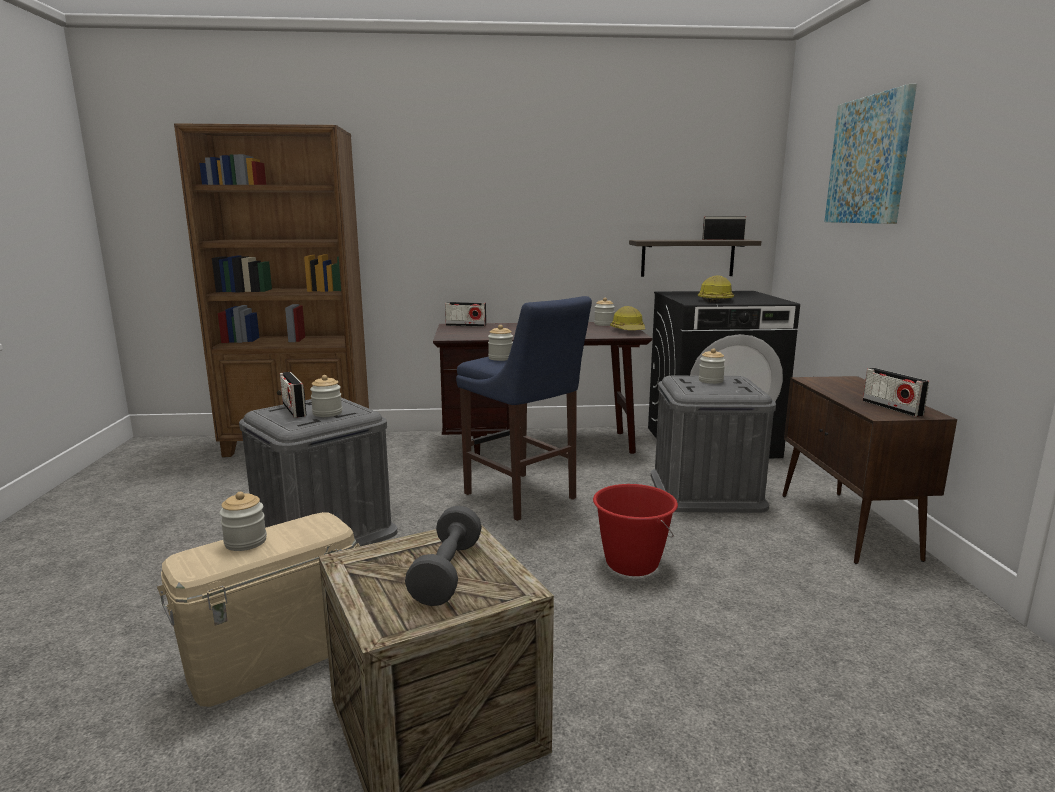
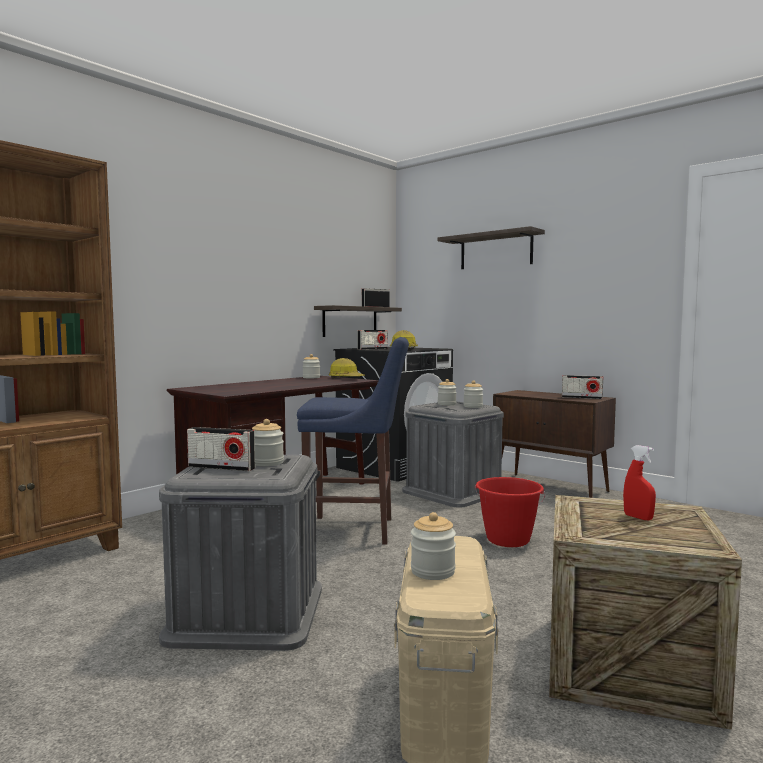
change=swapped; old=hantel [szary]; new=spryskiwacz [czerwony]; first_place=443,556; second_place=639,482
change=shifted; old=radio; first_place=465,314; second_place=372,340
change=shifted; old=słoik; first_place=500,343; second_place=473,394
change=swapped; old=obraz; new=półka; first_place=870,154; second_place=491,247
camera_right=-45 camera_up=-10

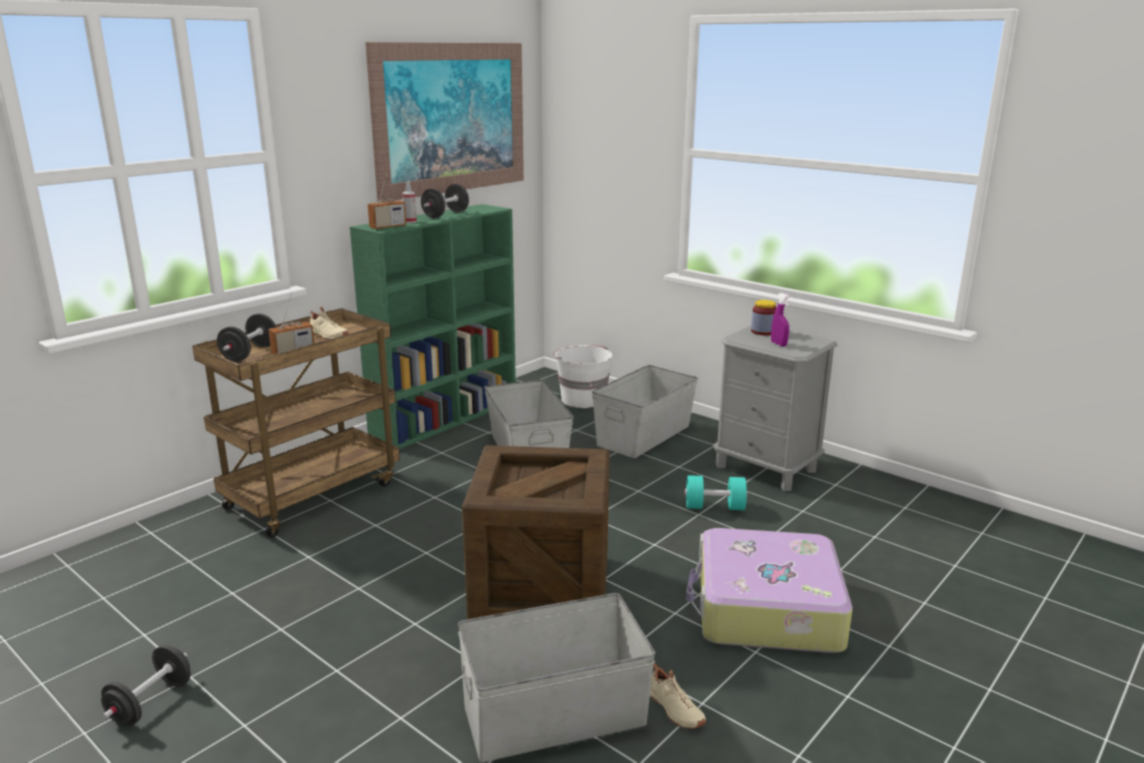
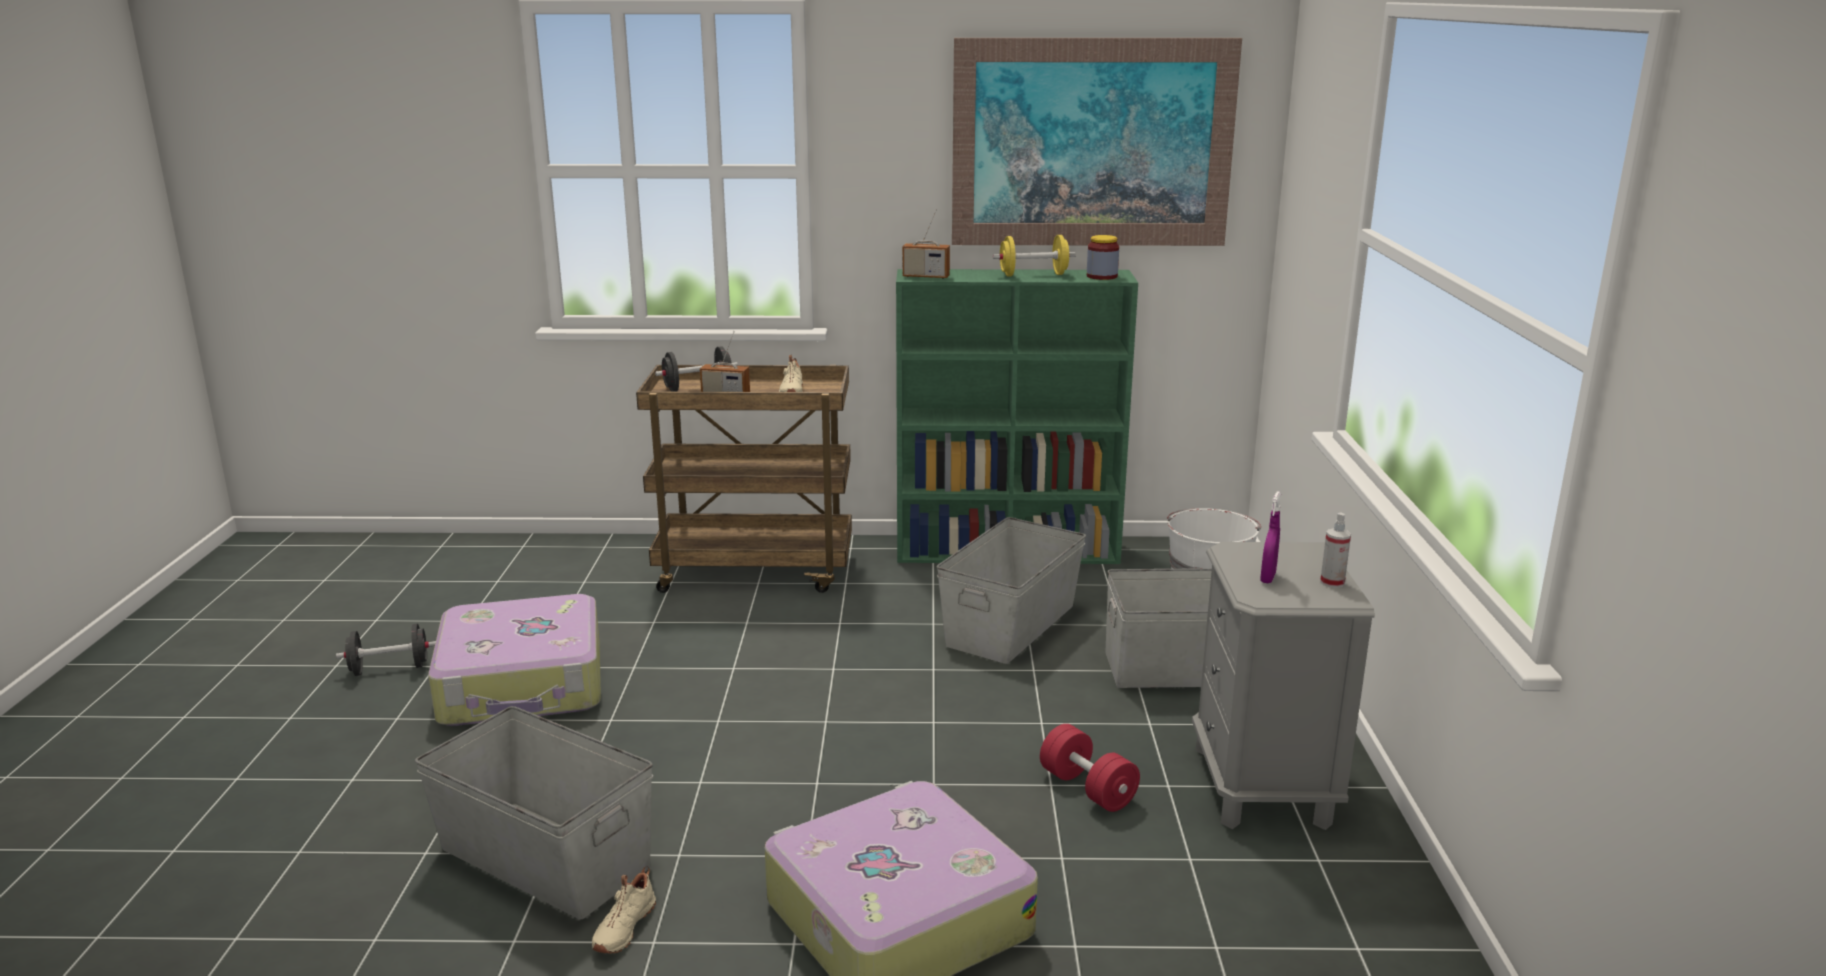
change=shifted; old=spryskiwacz; first_place=409,202; second_place=1335,550
change=repainted; old=hantel [czarny]; new=hantel [żółty]; first_place=445,201; second_place=1034,256
change=gone; old=skrzynka; first_place=536,532
change=repainted; old=hantel [turkusowy]; new=hantel [czerwony]; first_place=716,492; second_place=1090,768
change=shifted; old=słoik; first_place=763,317; second_place=1103,257
change=new; new=walizka; second_place=514,660
camera_right=50 camera_up=0

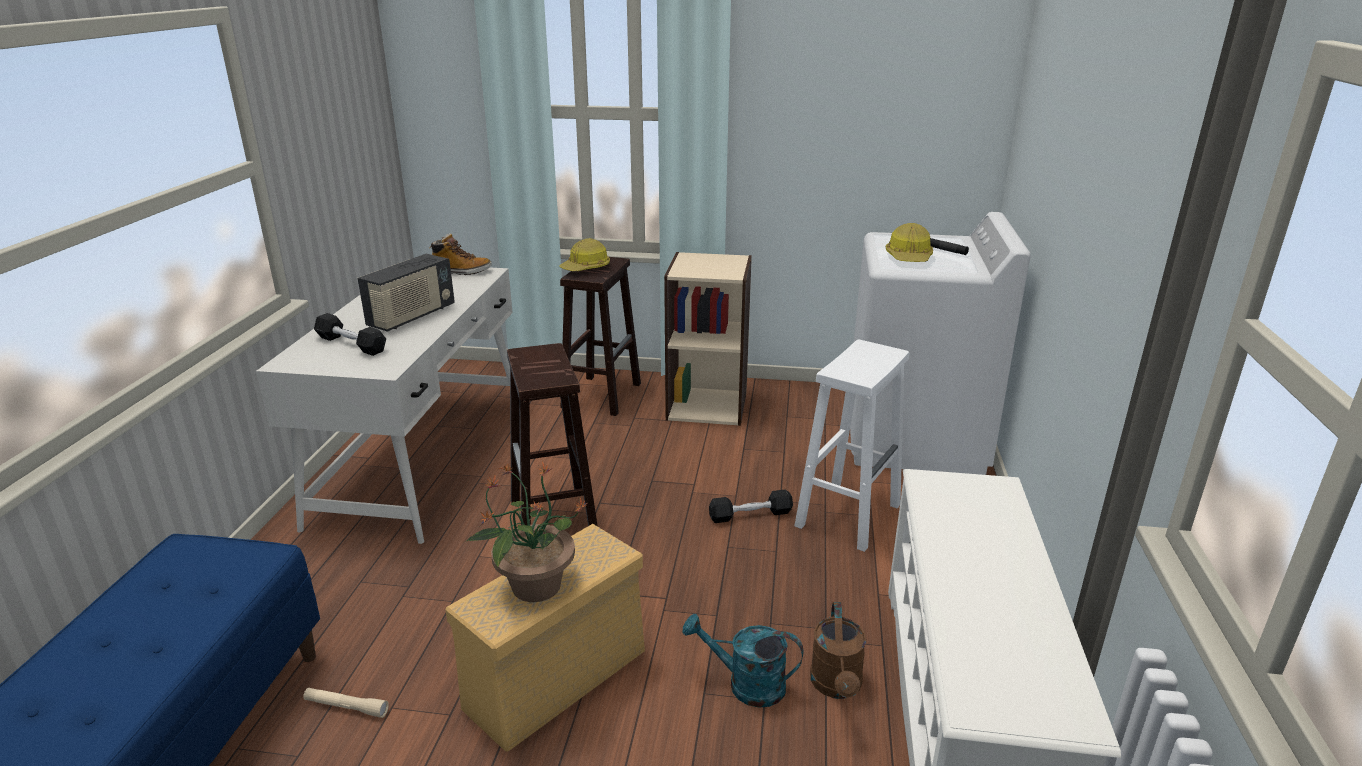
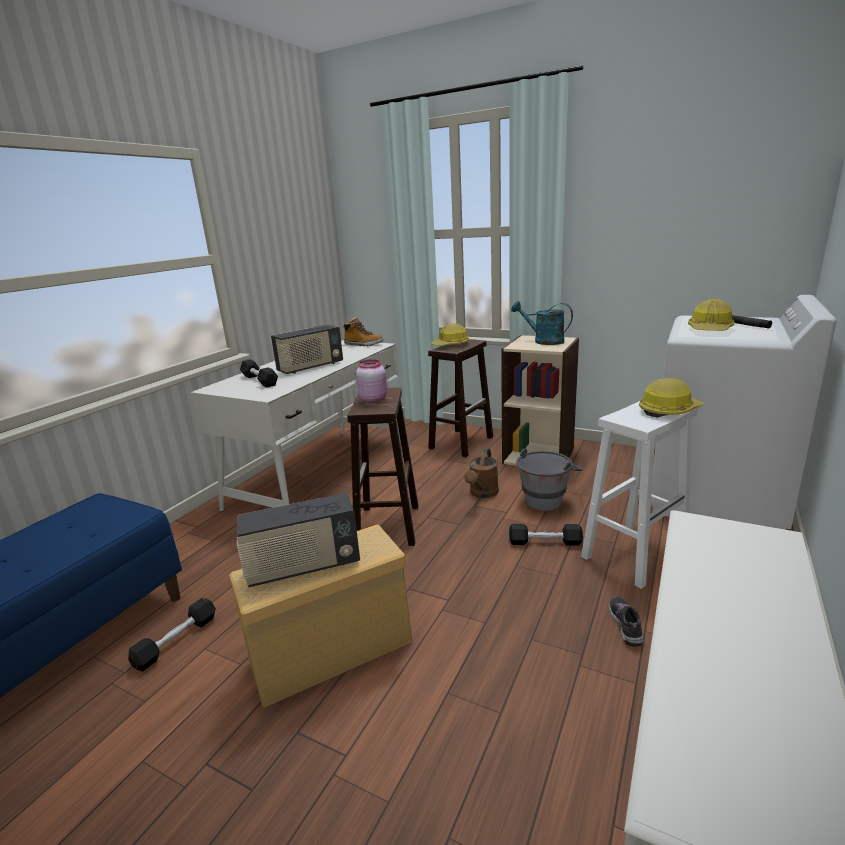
change=swapped; old=latarka [beżowy]; new=hantel [czarny]; first_place=346,703; second_place=172,634
change=swapped; old=roślina doniczkowa; new=radio; first_place=526,532; second_place=298,540
change=shifted; old=konewka [turkusowy]; first_place=743,661; second_place=542,323
change=shifted; old=konewka [brązowy]; first_place=838,650; second_place=481,473
change=new; new=słoik [różowy]; second_place=371,381
change=new; new=wiadro [szary]; second_place=549,480
change=new; new=but; second_place=626,621
change=new; new=kask; second_place=671,397
camera_right=20 camera_up=-5

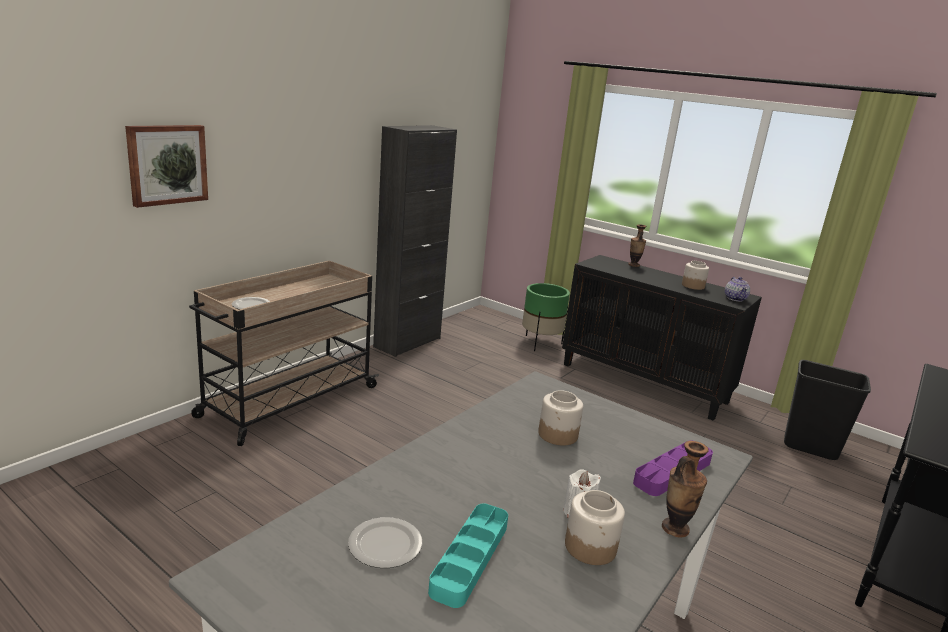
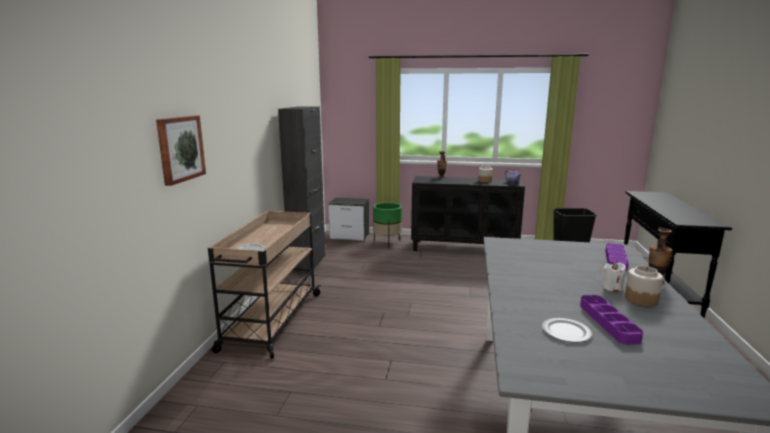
change=repainted; old=taca [turkusowy]; new=taca [fioletowy]; first_place=468,555; second_place=611,320
change=gone; old=słoik; first_place=560,418
change=new; new=szafka nocna; second_place=348,219
camera_right=-25 camera_up=-5

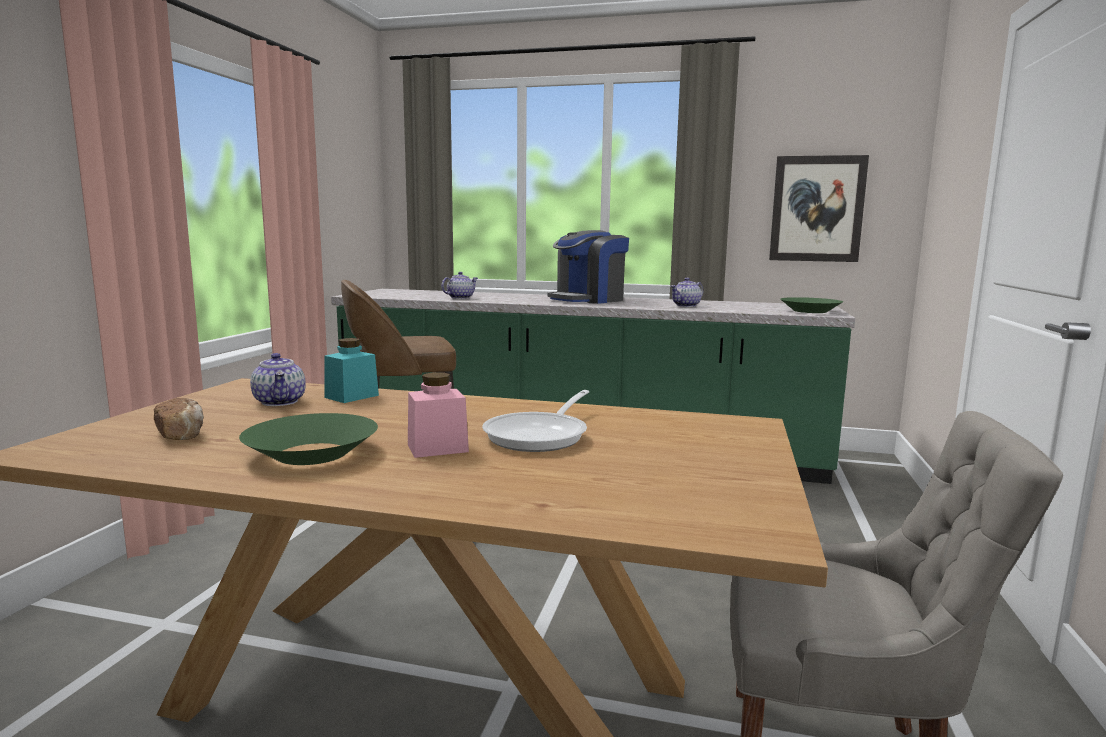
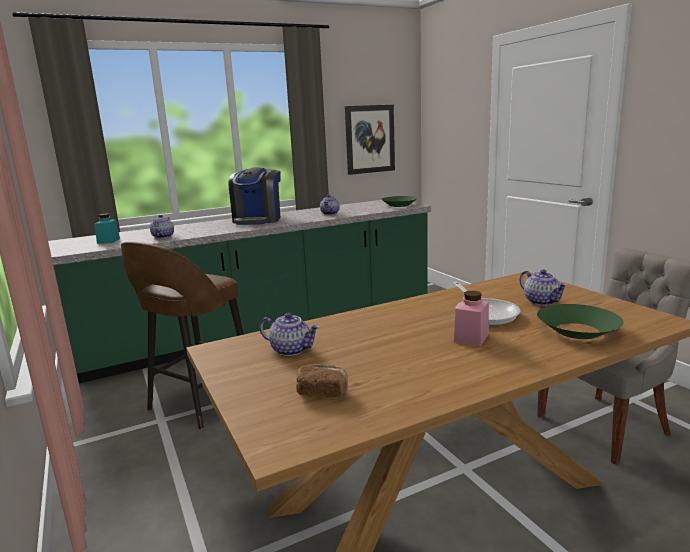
change=shifted; old=miska [zielony]; first_place=308,439; second_place=580,321
change=shifted; old=słoik [turkusowy]; first_place=351,370; second_place=107,228
change=new; new=imbryk; second_place=544,288
camera_right=-40 camera_up=5

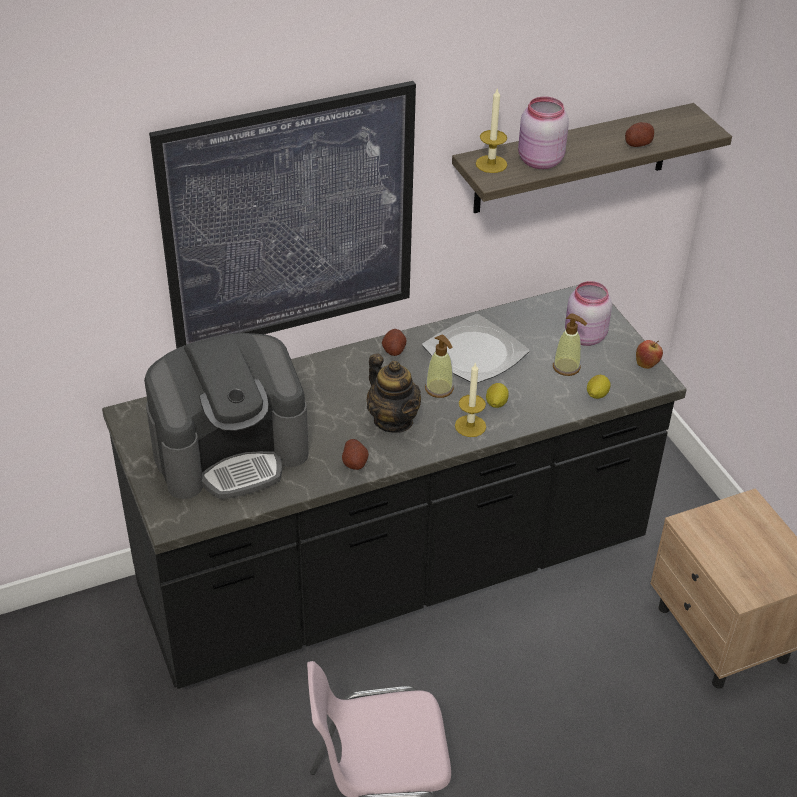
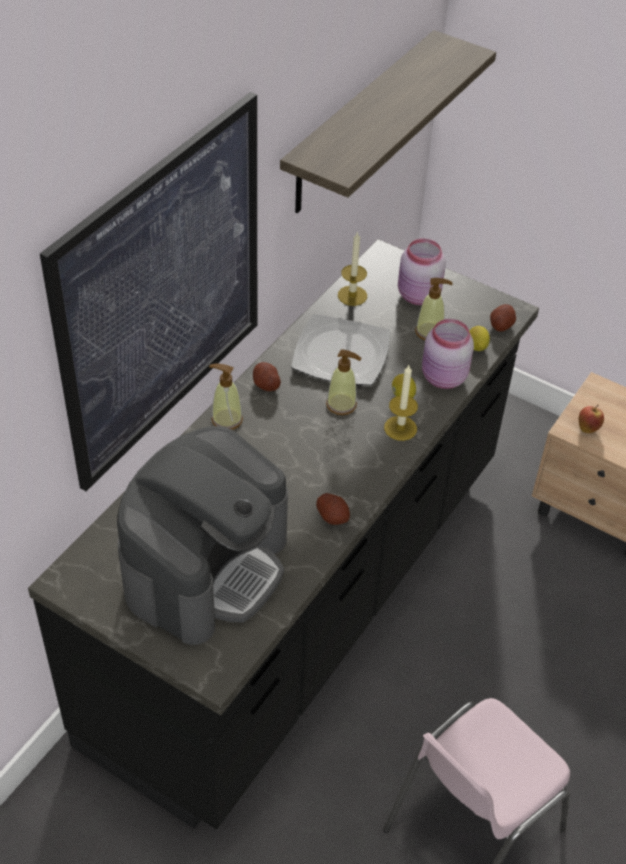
change=gone; old=imbryk; first_place=394,393
change=shifted; old=świeca; first_place=491,130; second_place=352,268
change=shifted; old=słoik [różowy]; first_place=543,133; second_place=448,354
change=shifted; old=ziemniak; first_place=639,134; second_place=503,318
change=shifted; old=jabłko; first_place=649,354; second_place=591,419
change=new; new=dozownik mydła; second_place=226,396
camera_right=-35 camera_up=5

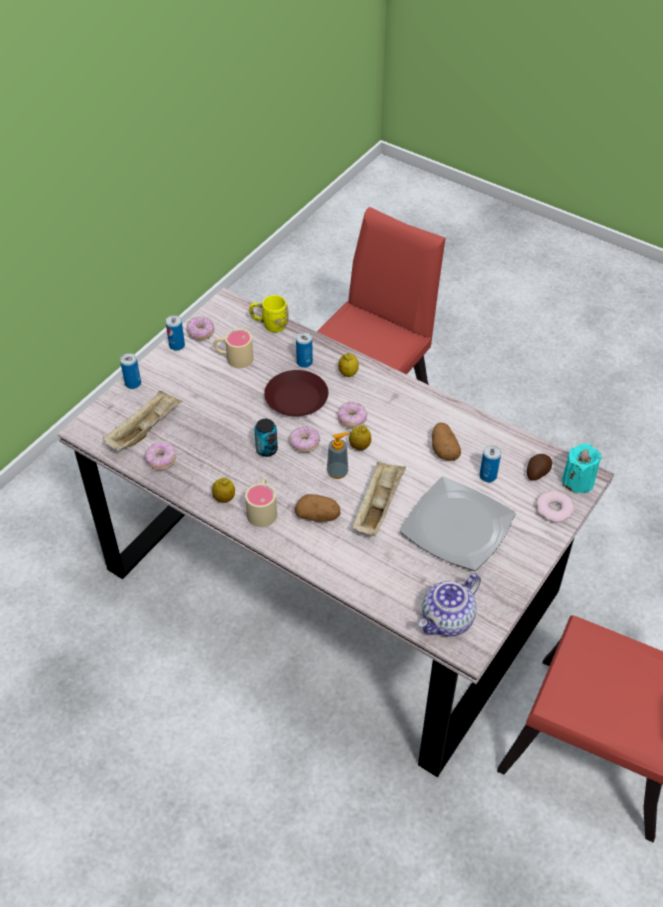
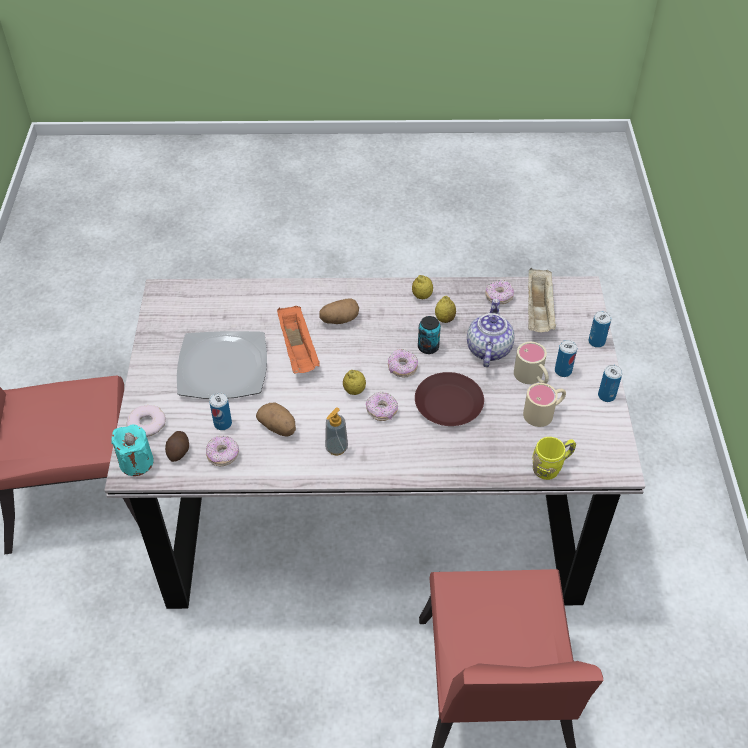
change=shifted; old=donut; first_place=200,328; second_place=222,451
change=shifted; old=kubek [beżowy]; first_place=261,502; second_place=531,363
change=shifted; old=puszka; first_place=304,350; second_place=566,358
change=shifted; old=dozownik mydła; first_place=338,455; second_place=336,431
change=shifted; old=cytryna; first_place=348,365; second_place=445,309
change=repainted; old=taca [beżowy]; new=taca [pomarańczowy]; first_place=379,499; second_place=298,339
change=shifted; old=imbryk; first_place=449,604; second_place=490,333
camera_right=145 camera_up=0

